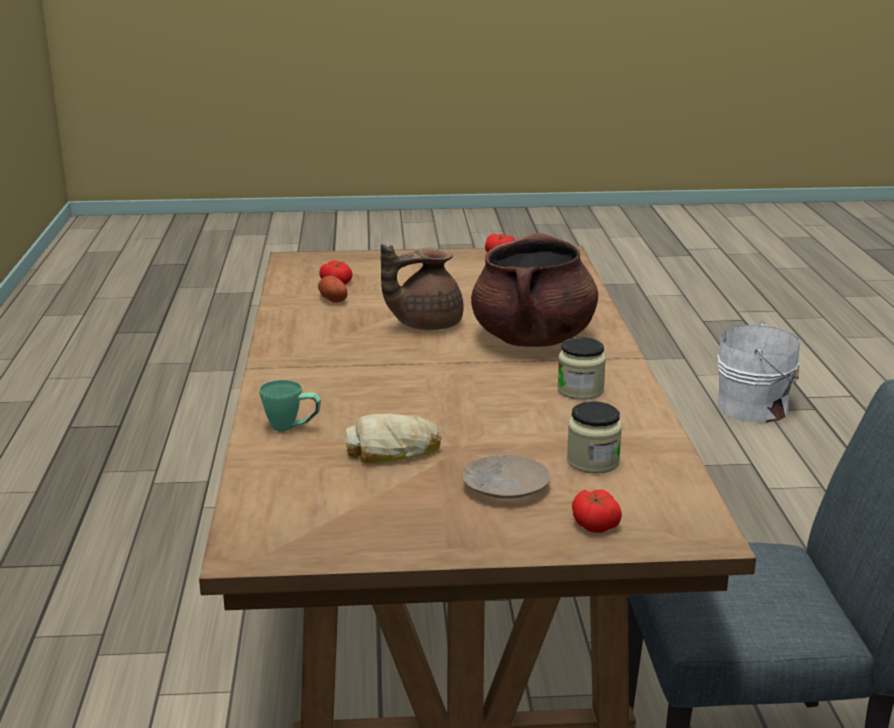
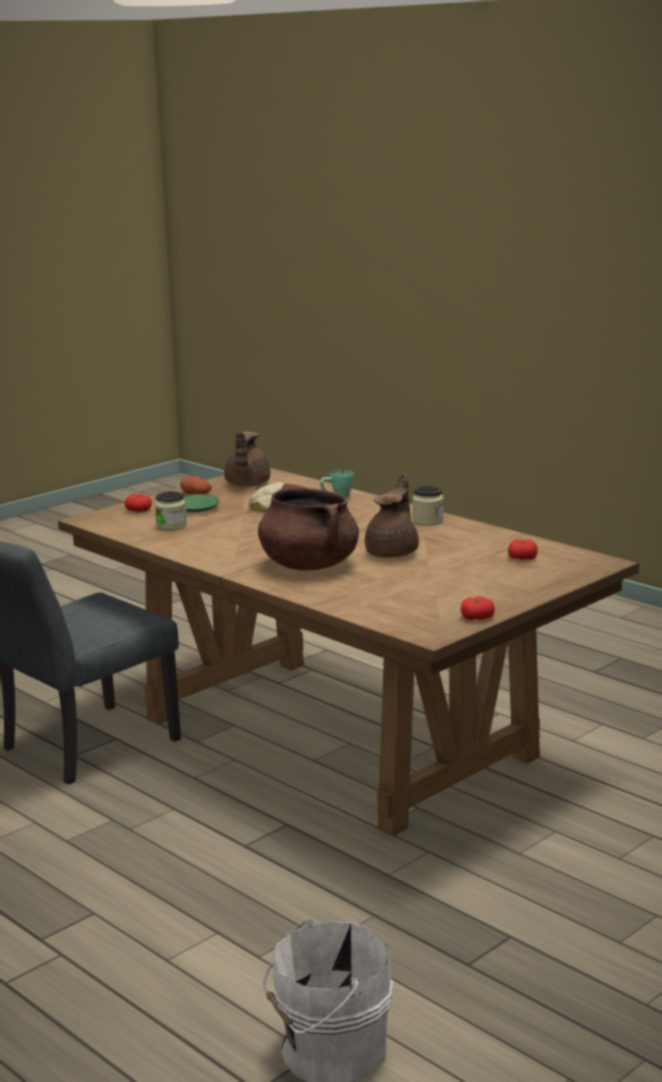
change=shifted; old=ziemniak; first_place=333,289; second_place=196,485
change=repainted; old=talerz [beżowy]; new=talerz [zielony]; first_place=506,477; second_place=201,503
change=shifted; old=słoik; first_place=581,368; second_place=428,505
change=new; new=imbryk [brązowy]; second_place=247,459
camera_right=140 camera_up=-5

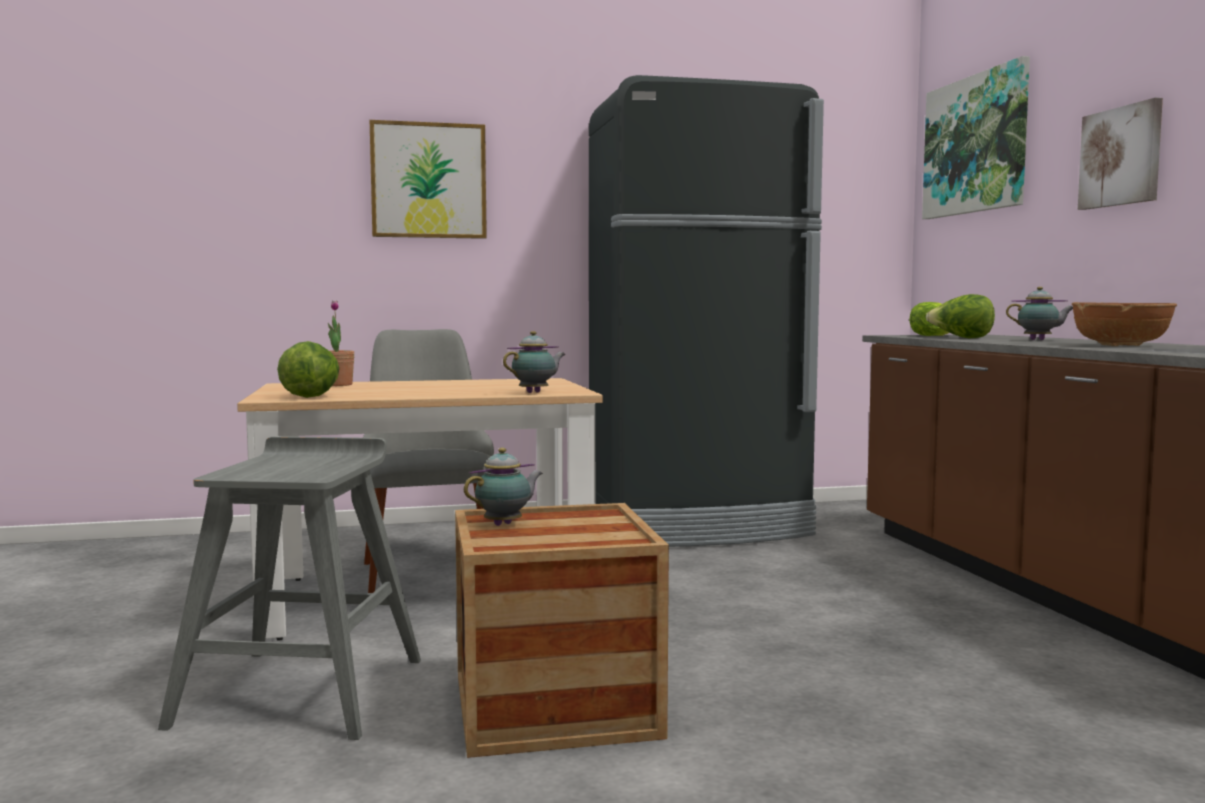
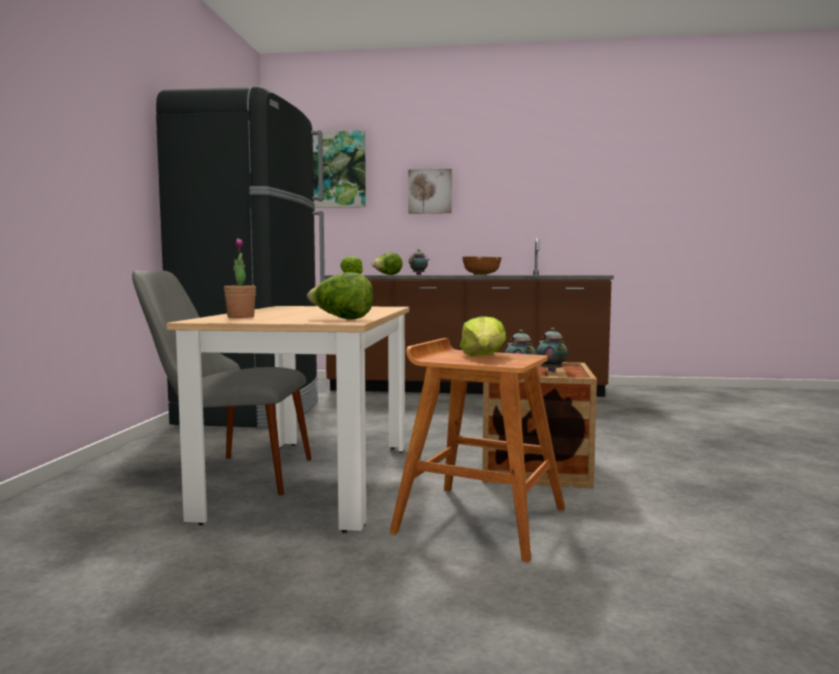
change=repainted; old=stołek [szary]; new=stołek [brązowy]; first_place=289,588; second_place=477,450
change=gone; old=obraz; first_place=428,179
change=shifted; old=imbryk; first_place=534,362; second_place=552,350
change=new; new=sałata; second_place=483,336
camera_right=-70 camera_up=0

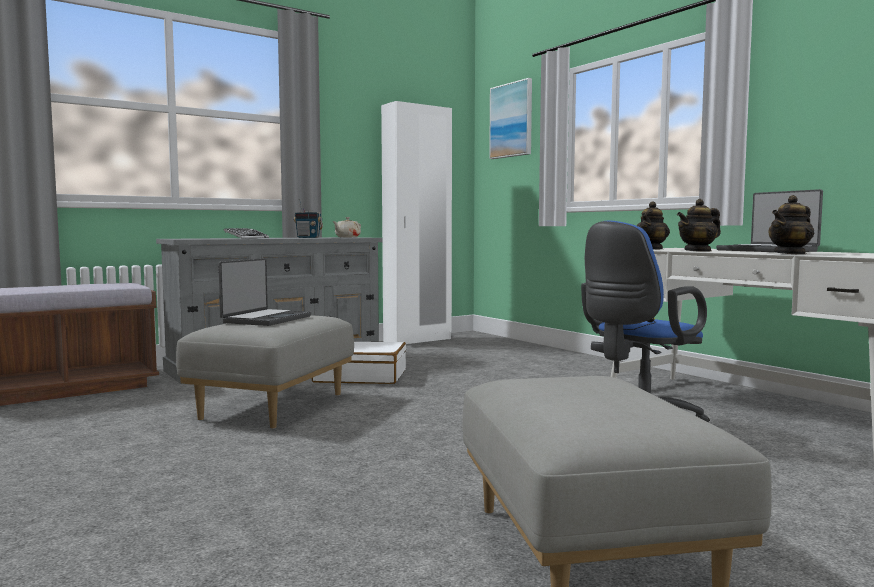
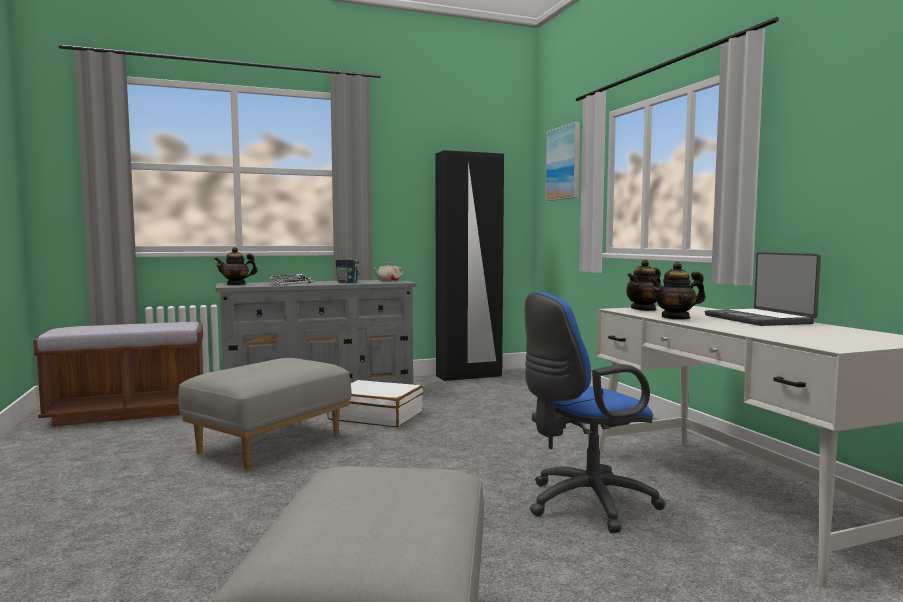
change=gone; old=laptop; first_place=264,292
change=repainted; old=szafa [biały]; new=szafa [czarny]; first_place=416,222; second_place=469,265
change=shifted; old=imbryk; first_place=791,224; second_place=236,266
camera_right=15 camera_up=0

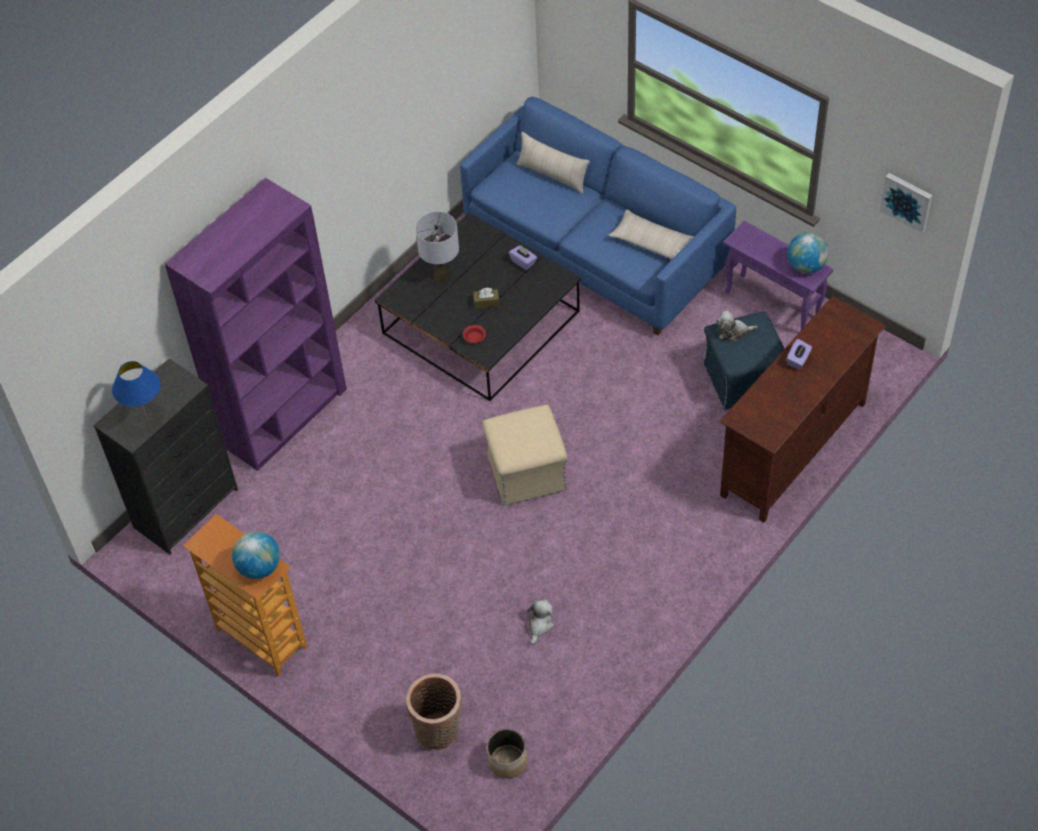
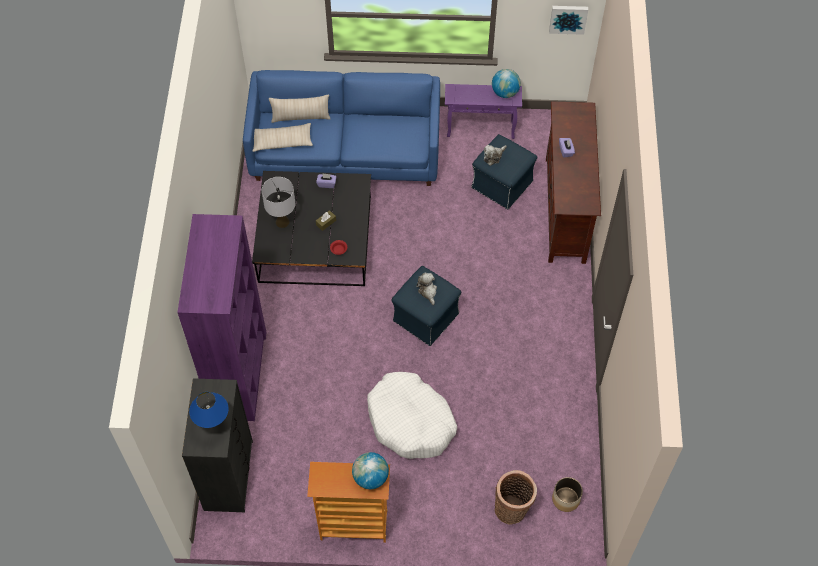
change=repainted; old=pufa [beżowy]; new=pufa [niebieski]; first_place=525,455; second_place=426,306
change=shifted; old=pluszak; first_place=540,622; second_place=426,289
change=shifted; old=poduszka [beżowy]; first_place=651,234; second_place=283,137
change=new; new=legowisko [biały]; second_place=412,415
camera_right=-40 camera_up=5

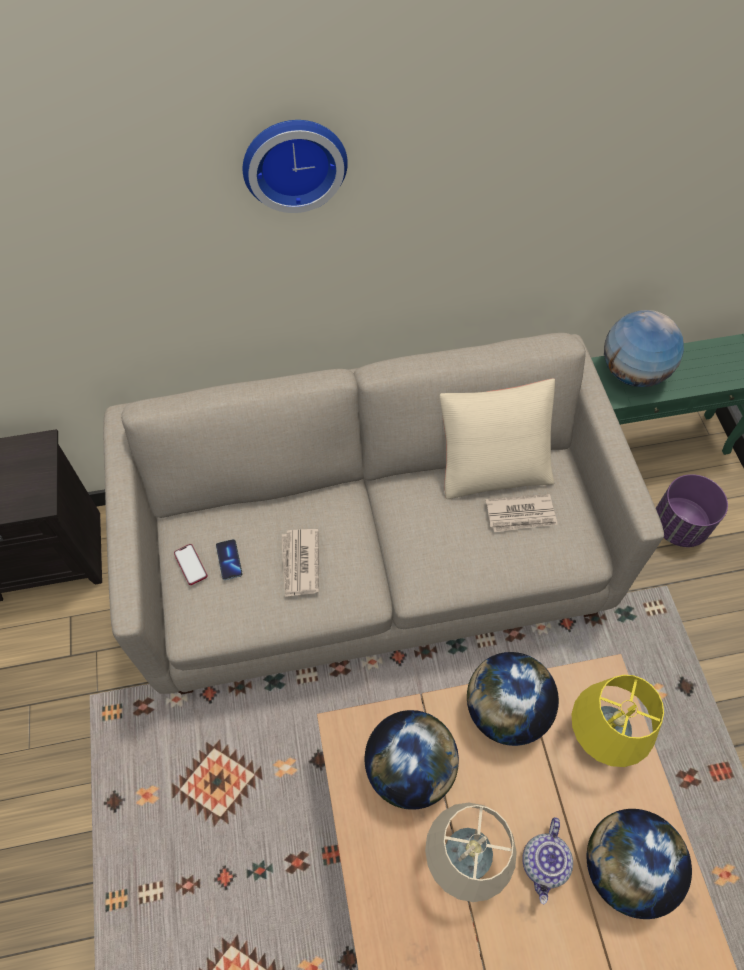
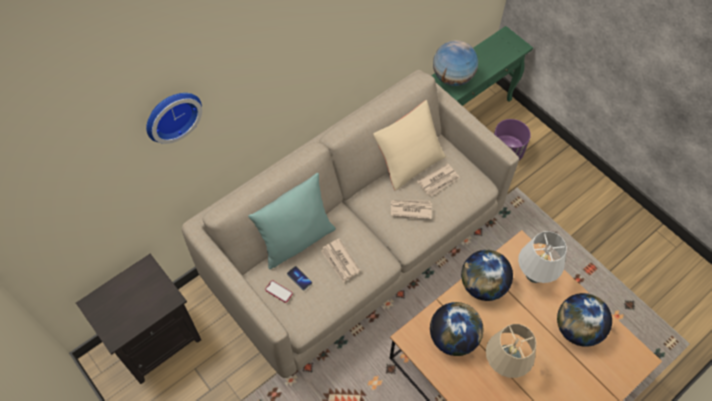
change=shifted; old=zegar ścienny; first_place=295,166; second_place=174,118
change=gone; old=imbryk; first_place=547,861
change=repainted; old=lampa stołowa [żółty]; new=lampa stołowa [biały]; first_place=618,721; second_place=542,257
change=new; new=poduszka [turkusowy]; second_place=292,221
change=new; new=gazeta; second_place=411,209
camera_right=-30 camera_up=0

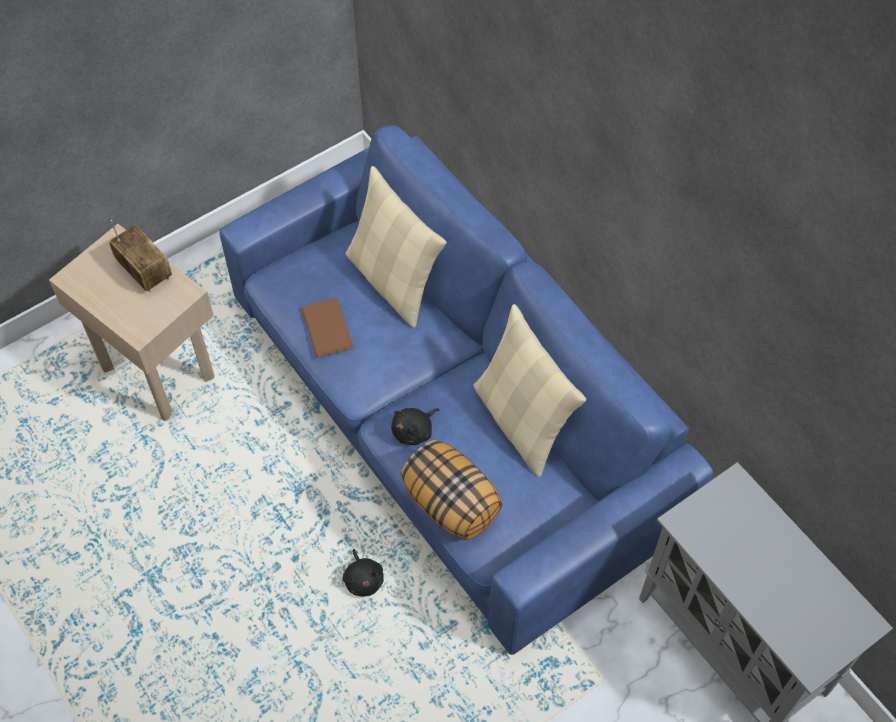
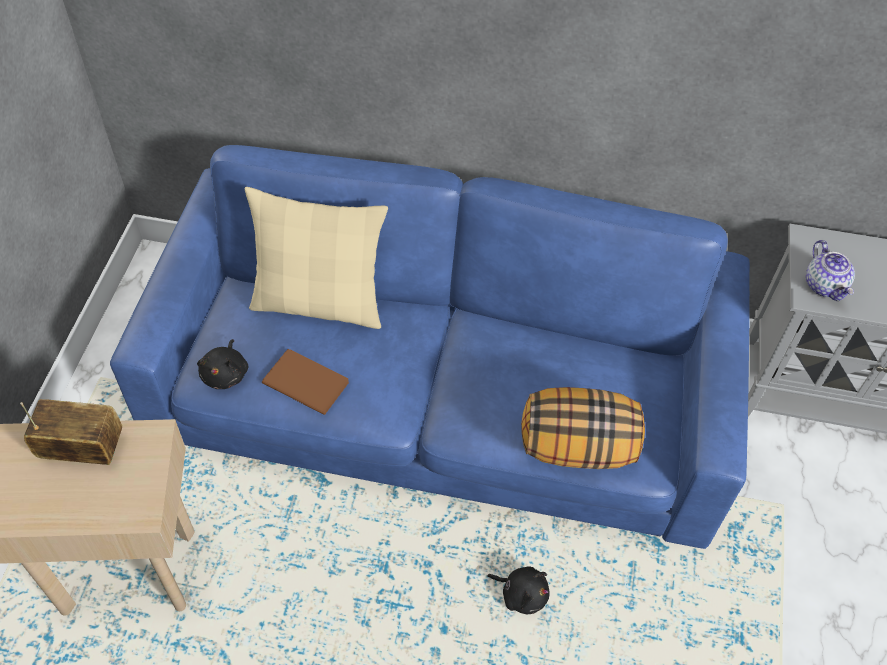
change=shifted; old=pluszak [czarny]; first_place=415,426; second_place=222,364
change=gone; old=poduszka [beżowy]; first_place=529,390
change=new; new=imbryk; second_place=830,270
camera_right=-45 camera_up=-5

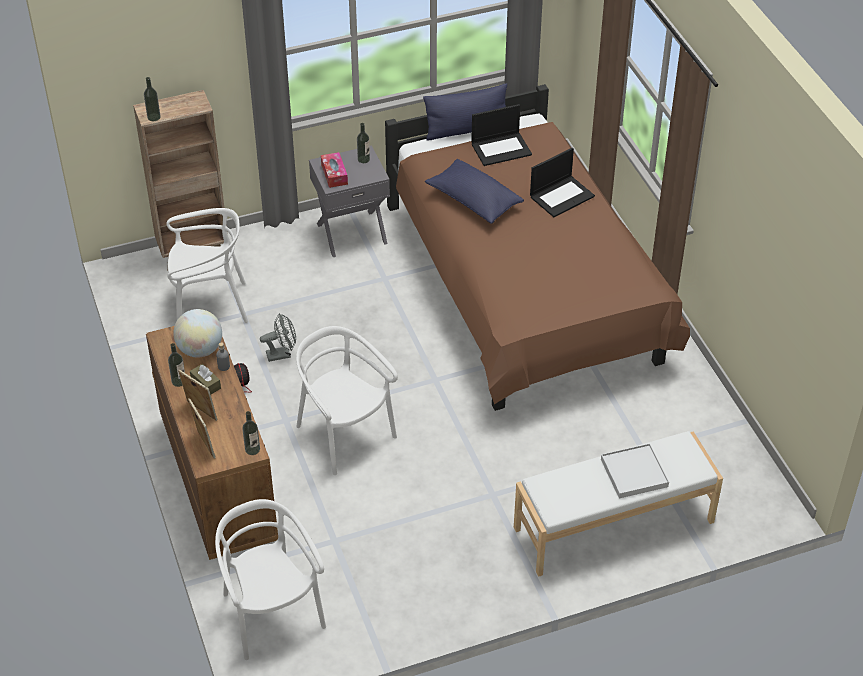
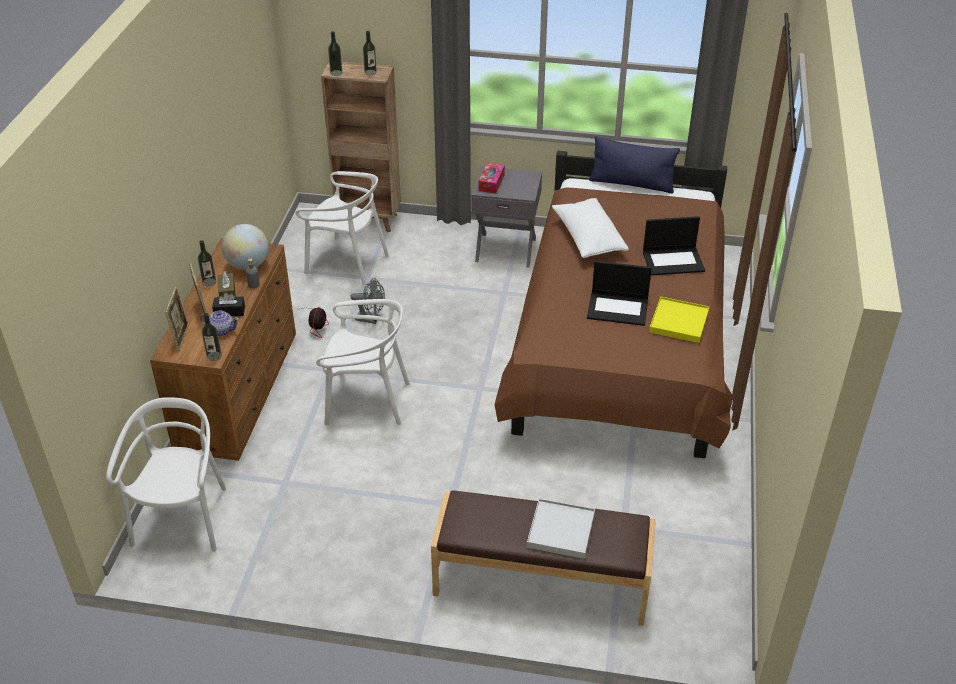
change=rotated; old=krzesło [biały]; first_place=347,400; second_place=363,362; degrees=105
change=shifted; old=butelka; first_place=363,143; second_place=370,53
change=repainted; old=poduszka [niebieski]; new=poduszka [biały]; first_place=474,191; second_place=590,228
change=shifted; old=laptop; first_place=501,135; second_place=619,293
change=repainted; old=ławka [biały]; new=ławka [brązowy]; first_place=618,504; second_place=543,558
change=new; new=imbryk; second_place=219,323
change=new; new=pudełko chusteczek [czarny]; second_place=228,304
change=new; new=taca [żółty]; second_place=679,320
camera_right=30 camera_up=-5

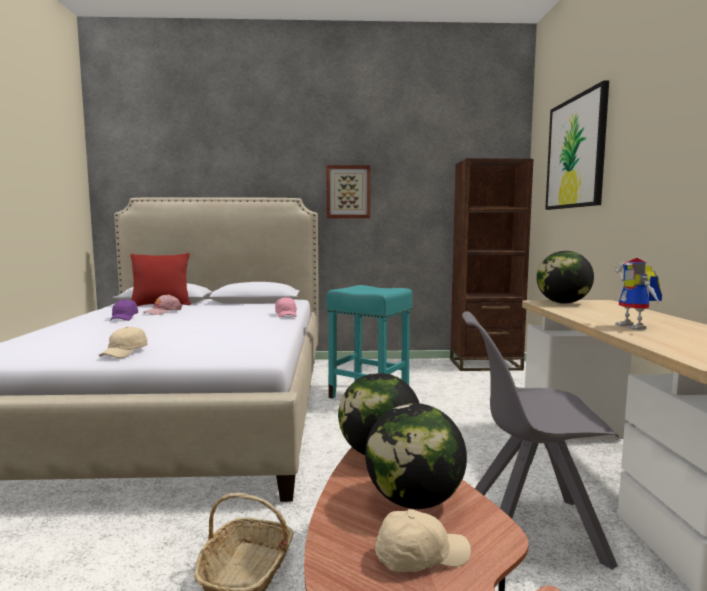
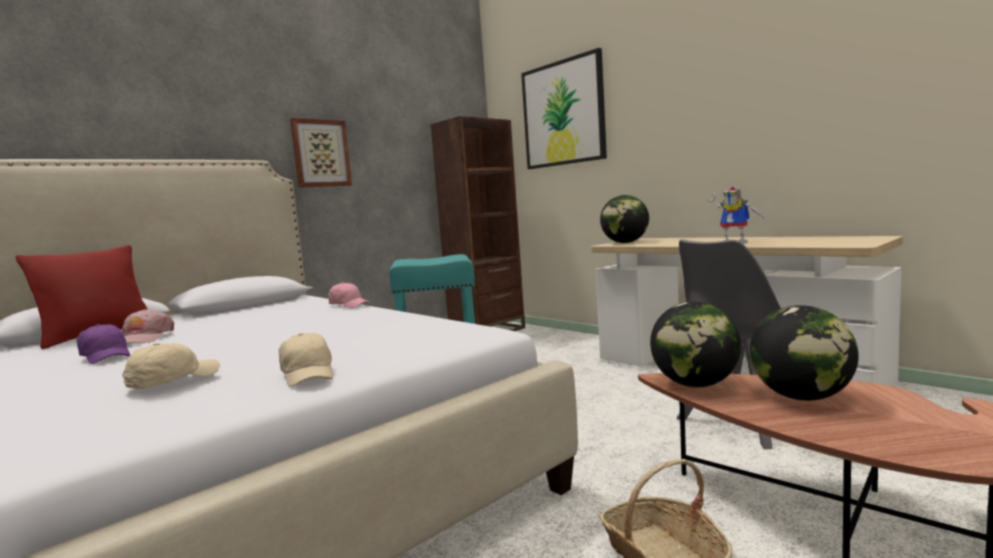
change=shifted; old=czapka z daszkiem [beżowy]; first_place=423,540; second_place=171,366
camera_right=-40 camera_up=0

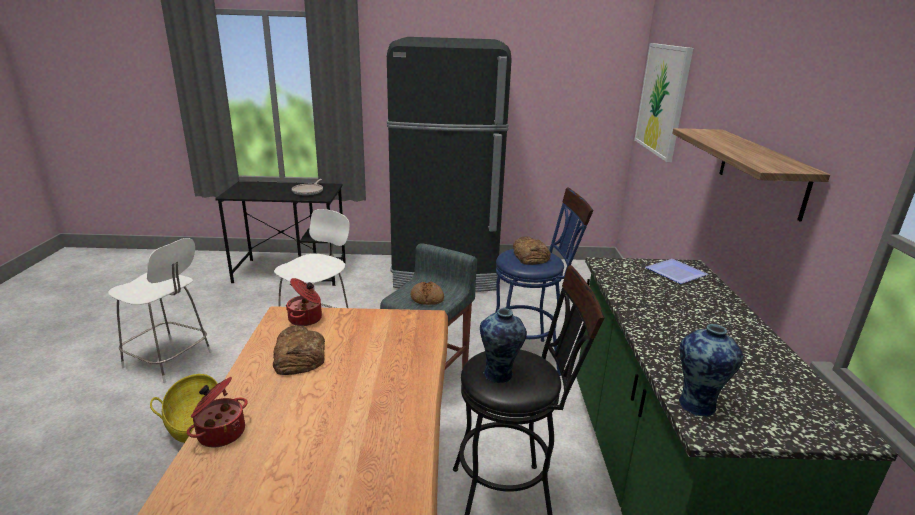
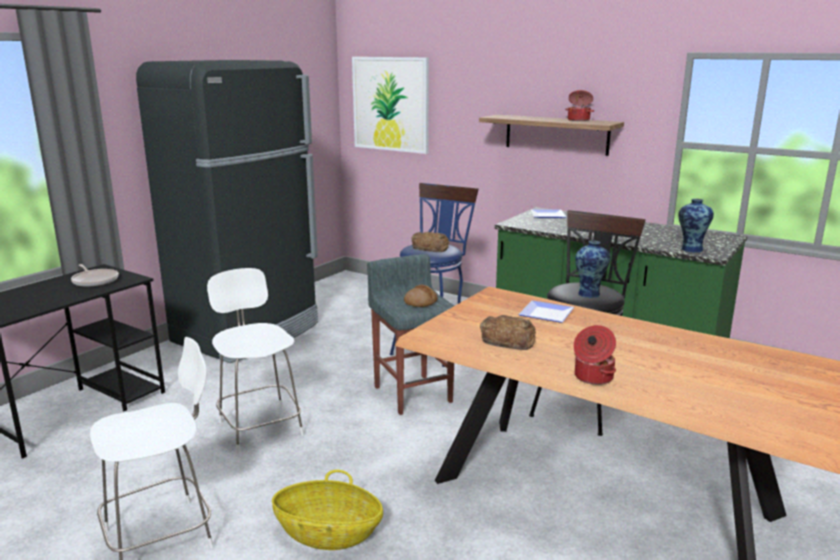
change=shifted; old=garnek; first_place=304,302; second_place=579,105
change=new; new=talerz; second_place=546,311
camera_right=-55 camera_up=-5

